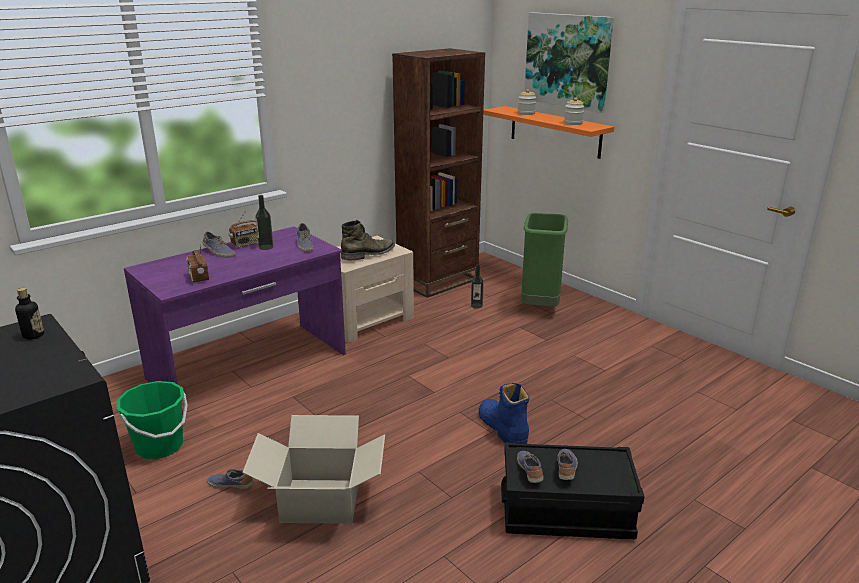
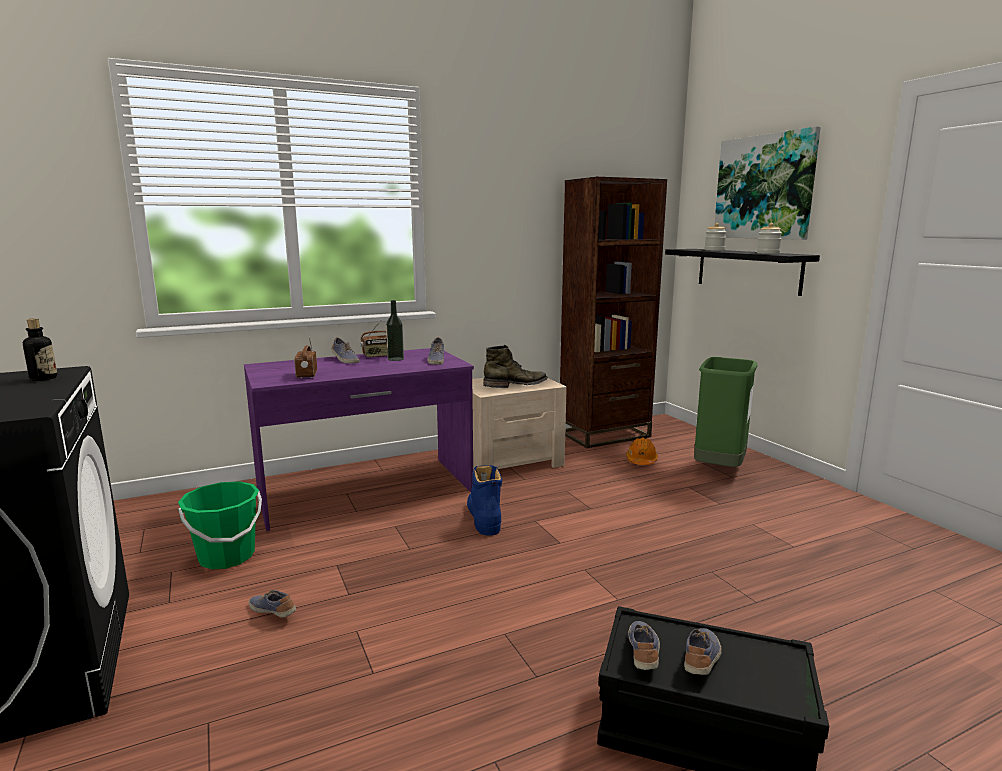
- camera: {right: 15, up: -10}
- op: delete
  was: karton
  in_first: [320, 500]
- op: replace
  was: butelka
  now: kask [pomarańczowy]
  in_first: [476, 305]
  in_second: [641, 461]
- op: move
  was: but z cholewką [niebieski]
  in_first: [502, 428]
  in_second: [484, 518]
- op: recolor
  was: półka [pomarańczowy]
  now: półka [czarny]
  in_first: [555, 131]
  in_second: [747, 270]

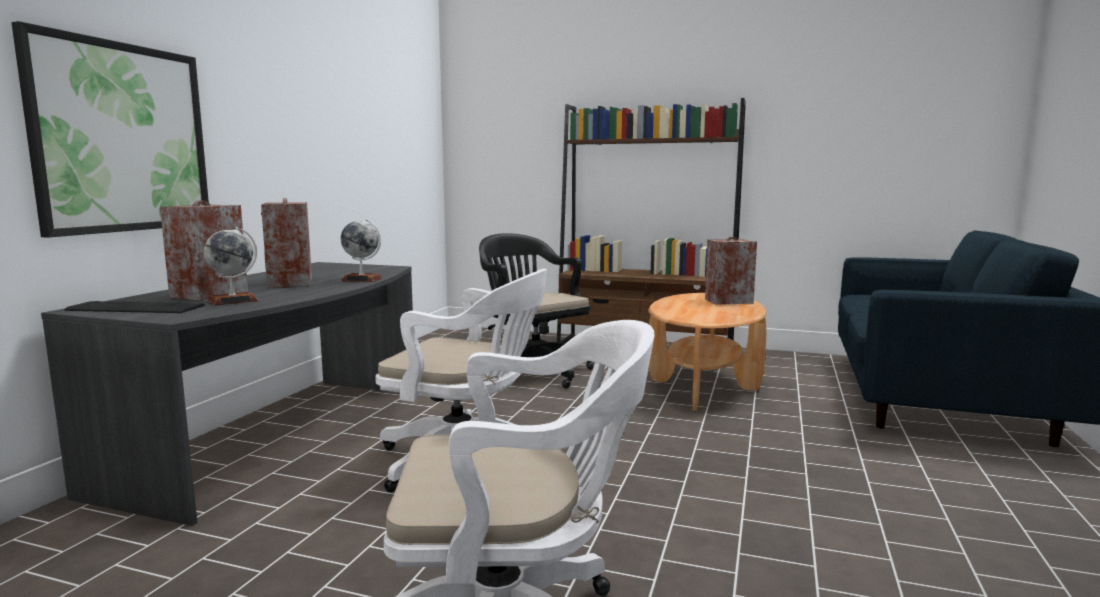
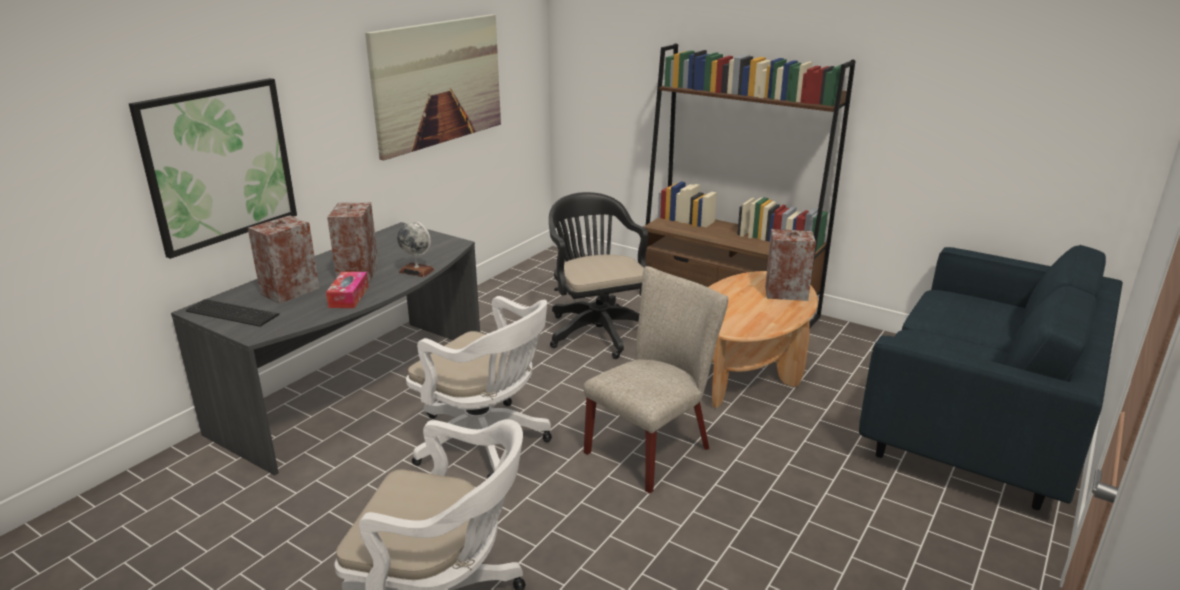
- camera: {right: 15, up: 15}
- op: delete
  was: globus
  in_first: [233, 301]
- op: insert
  now: pudełko chusteczek
  in_second: [349, 297]
- op: insert
  now: obraz
  in_second: [438, 83]
- op: insert
  now: krzesło [beżowy]
  in_second: [654, 447]

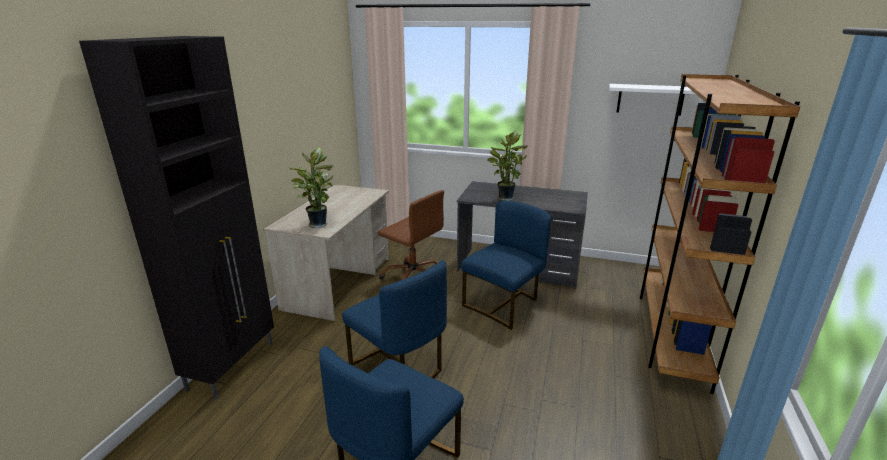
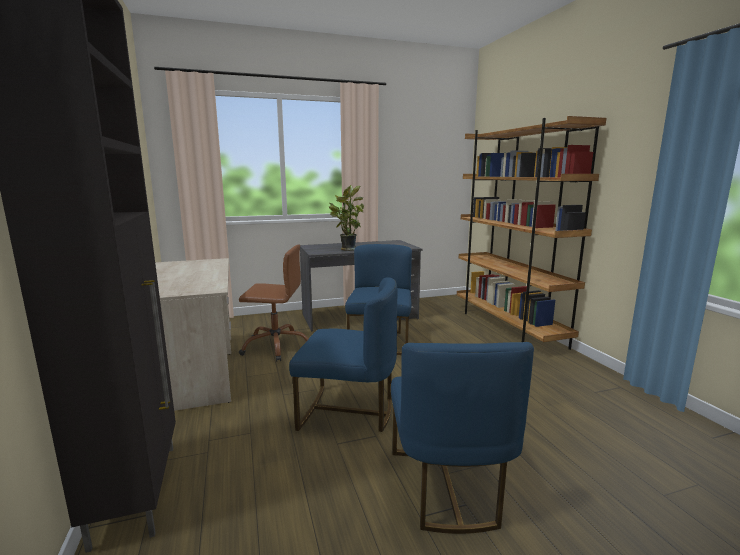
- camera: {right: -35, up: -10}
- op: delete
  was: roślina doniczkowa
  in_first: [317, 224]
- op: delete
  was: półka [biały]
  in_first: [650, 99]

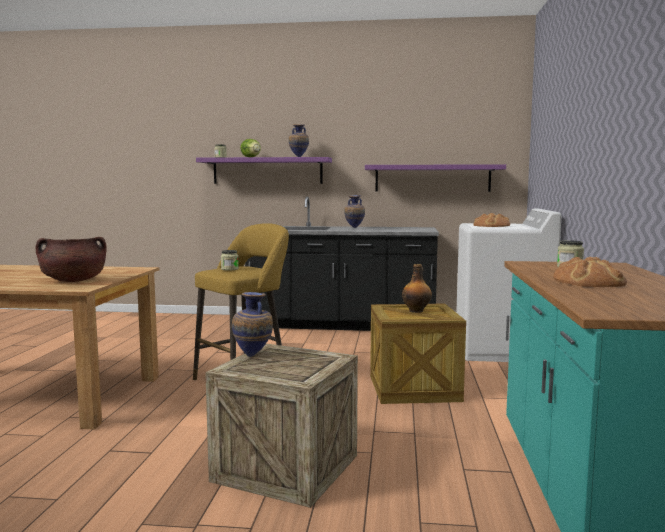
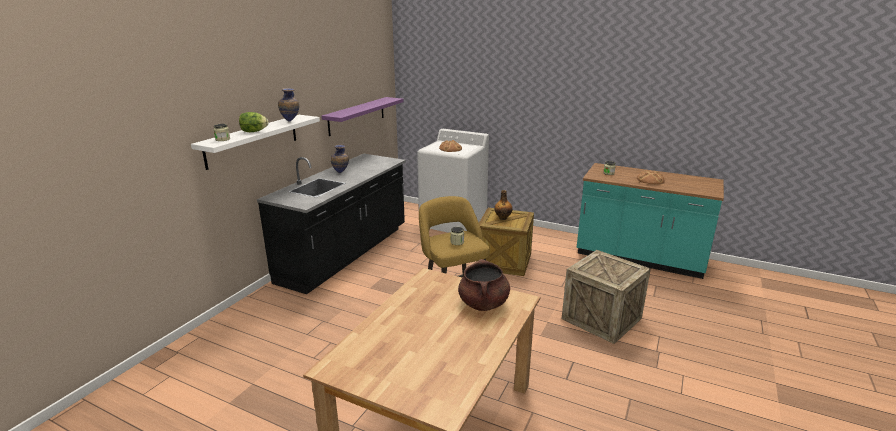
- camera: {right: -70, up: 15}
- op: recolor
  was: półka [fioletowy]
  now: półka [biały]
  in_first: [267, 171]
  in_second: [253, 140]
- op: delete
  was: wazon
  in_first: [253, 356]

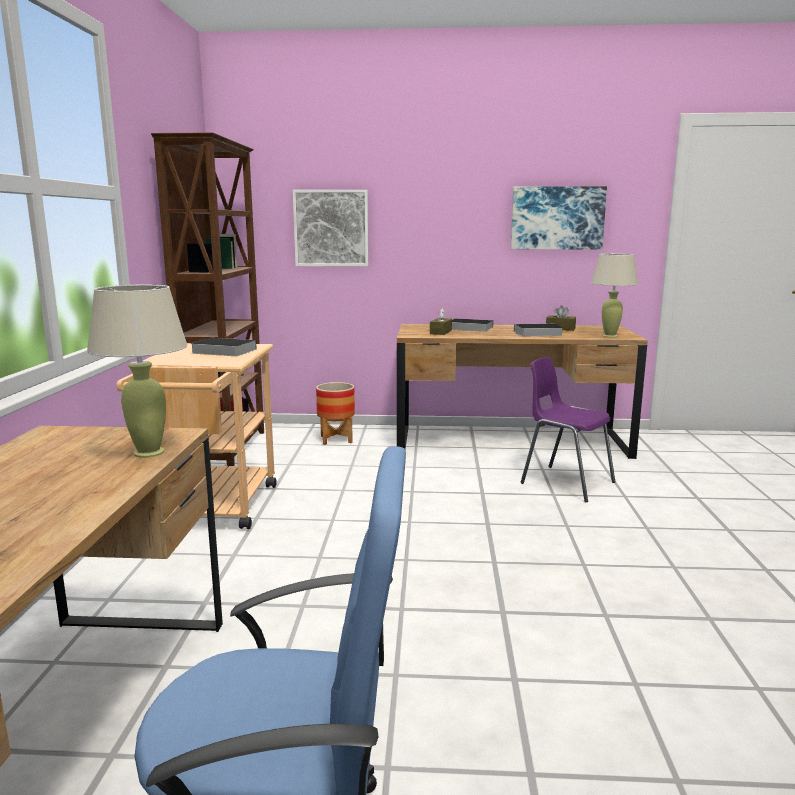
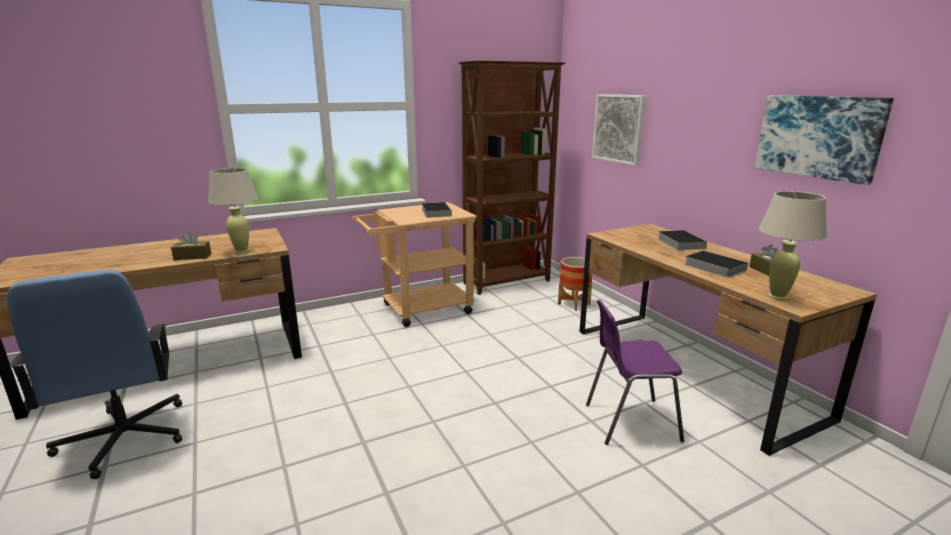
- camera: {right: 60, up: 5}
- op: move
  was: pudełko chusteczek [brązowy]
  in_first: [440, 332]
  in_second: [192, 256]
- op: rotate
  was: krzesło [fioletowy]
  in_first: [565, 482]
  in_second: [629, 421]
  clockwise: -105

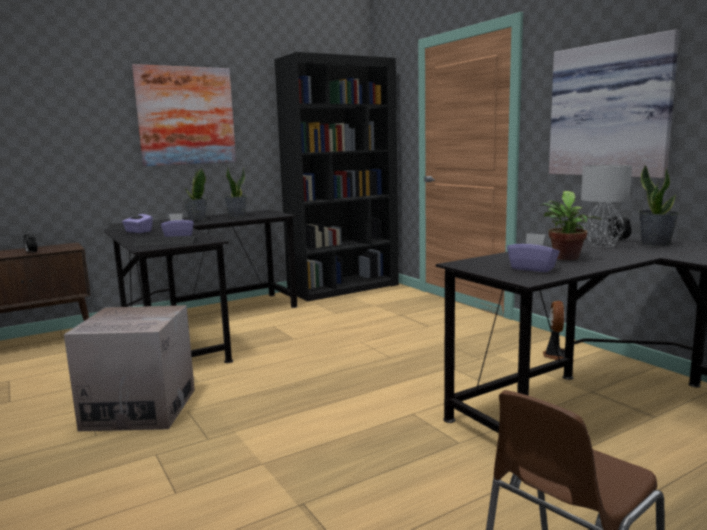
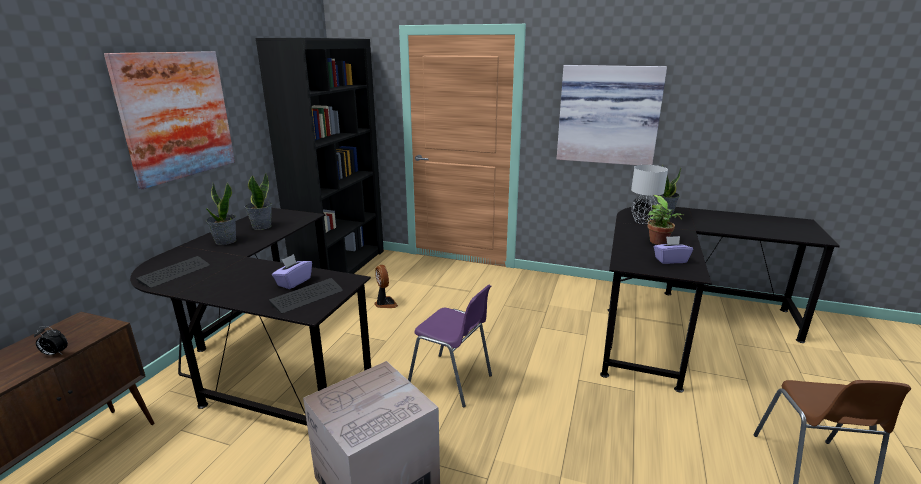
- camera: {right: -40, up: 10}
- op: delete
  was: pudełko chusteczek [fioletowy]
  in_first: [138, 232]
- op: move
  was: wentylator
  in_first: [557, 356]
  in_second: [385, 304]
- op: insert
  now: krzesło [fioletowy]
  in_second: [452, 381]

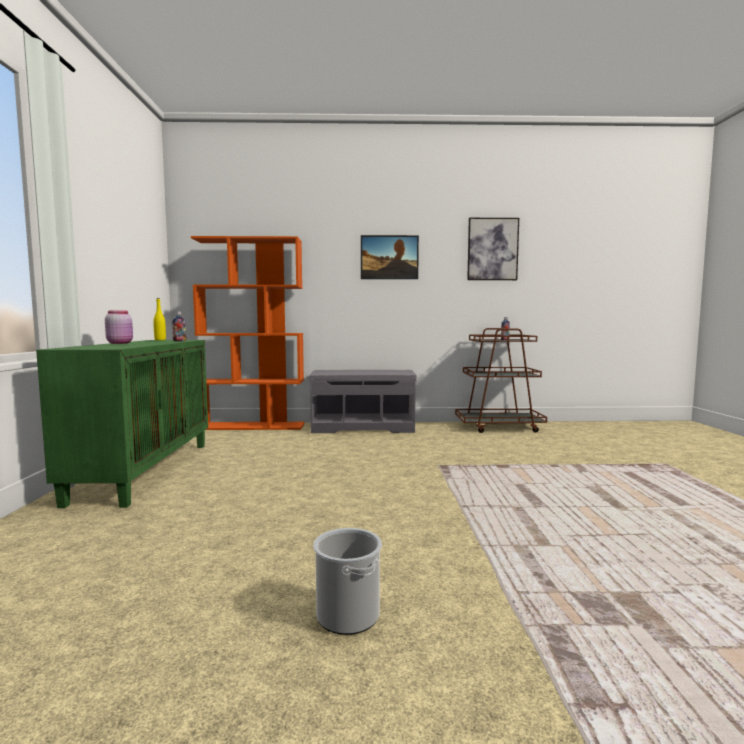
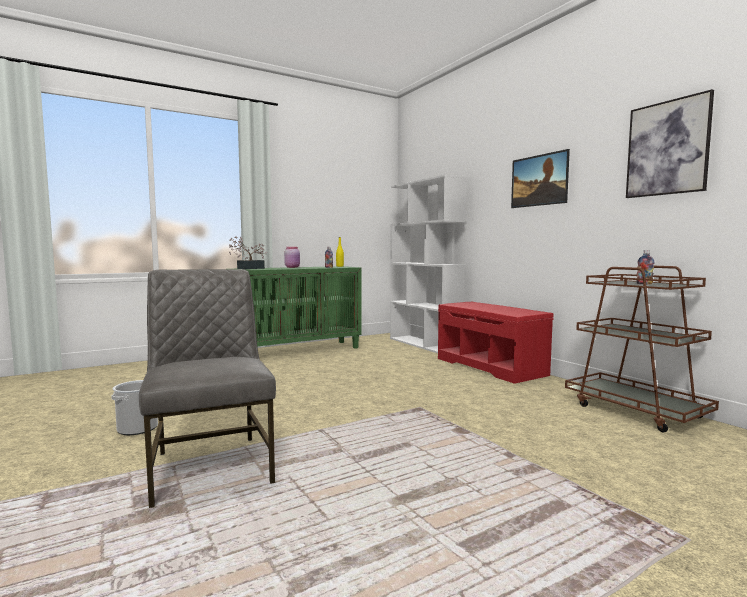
- camera: {right: 60, up: 0}
- op: recolor
  was: regał [pomarańczowy]
  now: regał [biały]
  in_first: [254, 426]
  in_second: [424, 344]
- op: recolor
  was: ławka [szary]
  now: ławka [czerwony]
  in_first: [363, 427]
  in_second: [491, 366]
- op: insert
  now: krzesło [szary]
  in_second: [211, 466]
- op: insert
  now: roślina doniczkowa
  in_second: [247, 268]

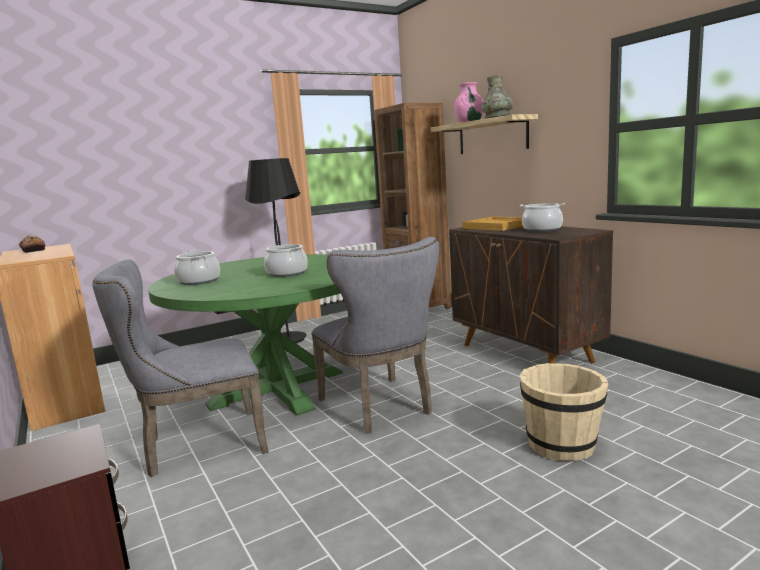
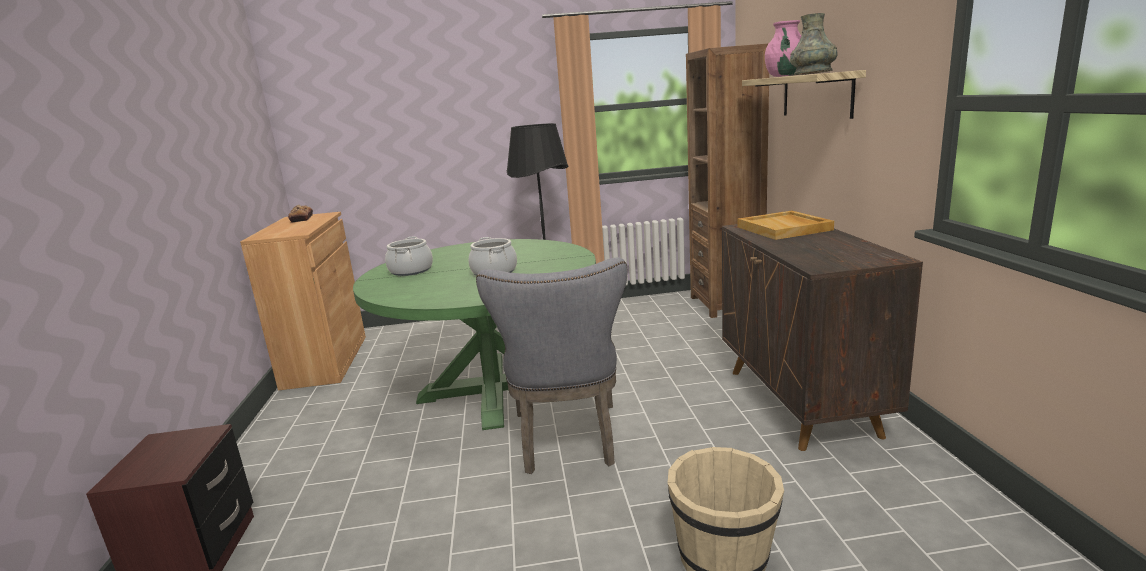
- camera: {right: 25, up: 5}
- op: delete
  was: krzesło [szary]
  in_first: [196, 446]
- op: delete
  was: garnek
  in_first: [542, 229]

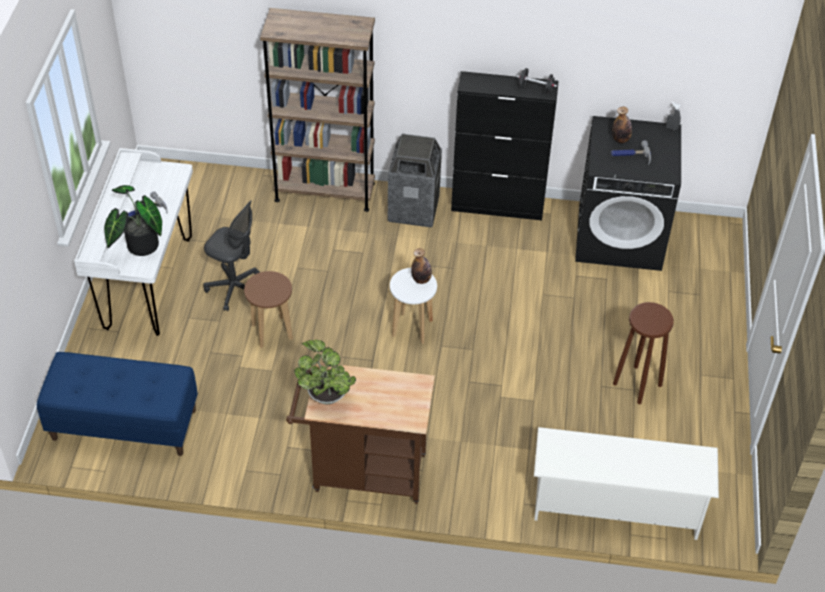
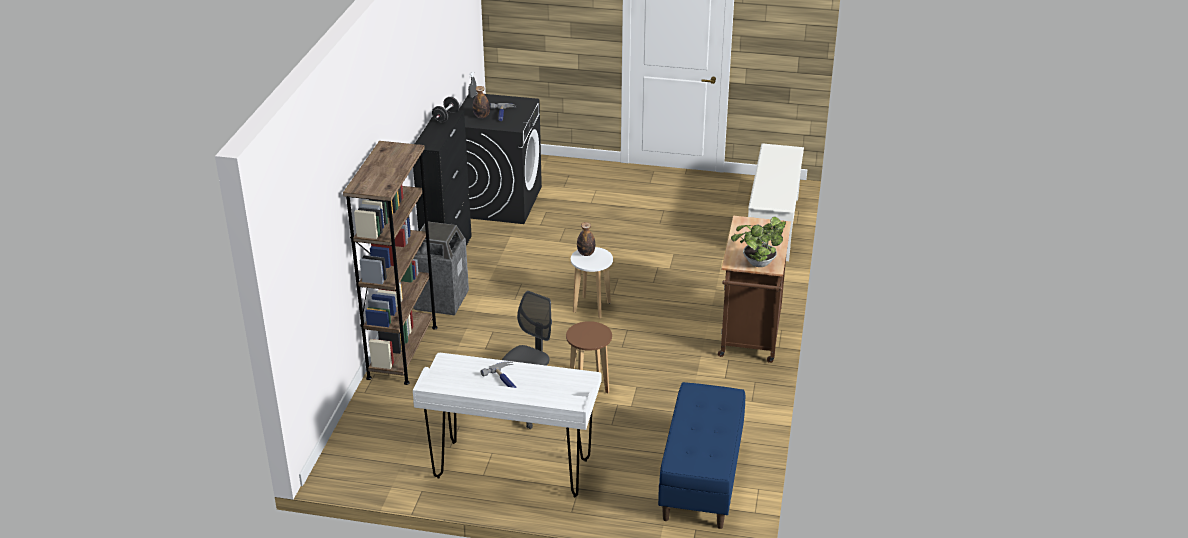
- camera: {right: -85, up: -15}
- op: delete
  was: roślina doniczkowa
  in_first: [139, 246]
- op: delete
  was: stołek [brązowy]
  in_first: [637, 384]

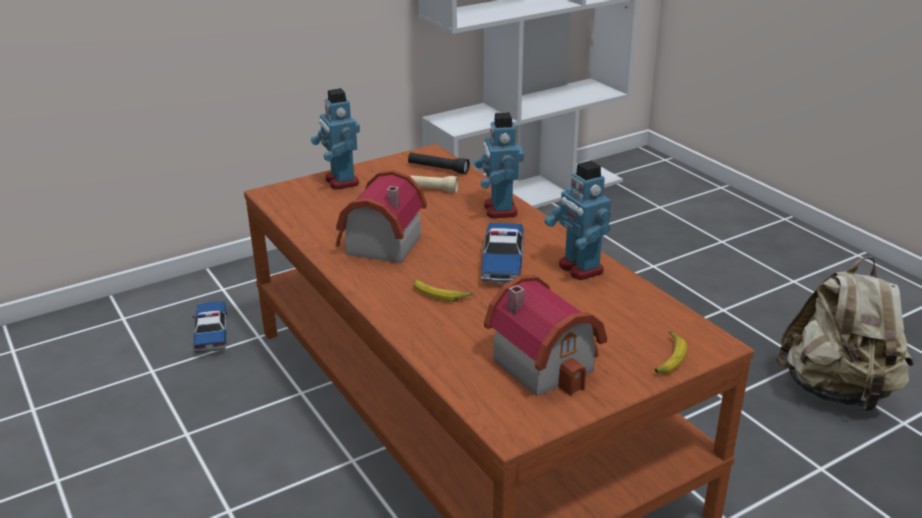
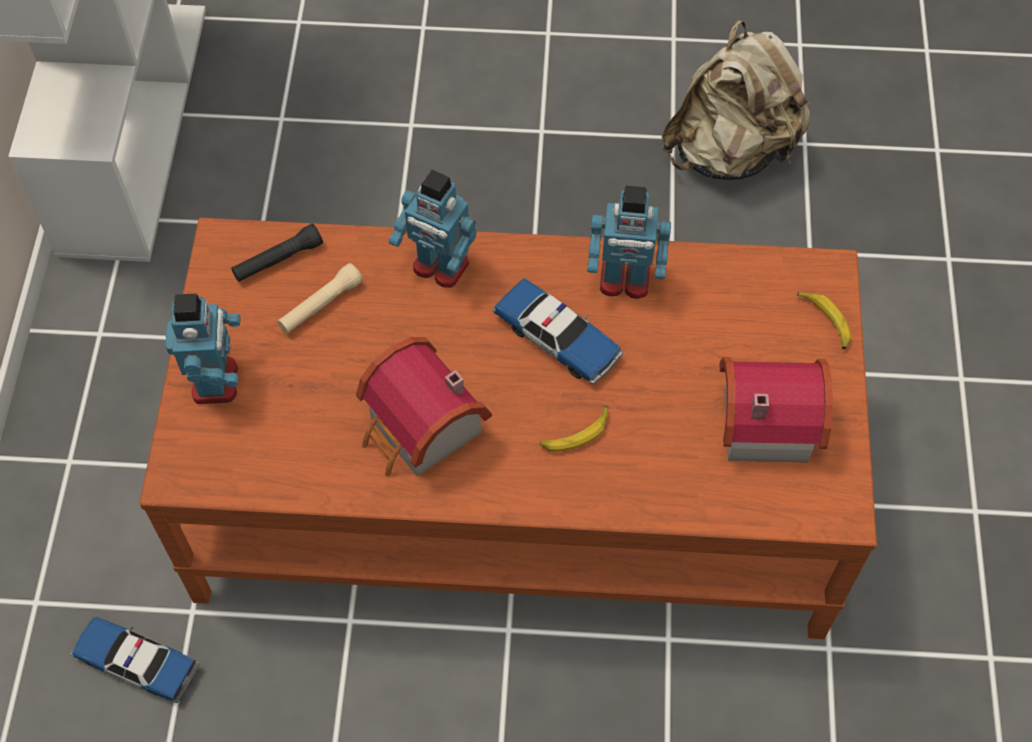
- camera: {right: -55, up: 30}
- op: rotate
  was: robot zabawkowy
  in_first: [341, 181]
  in_second: [216, 381]
  clockwise: -105

